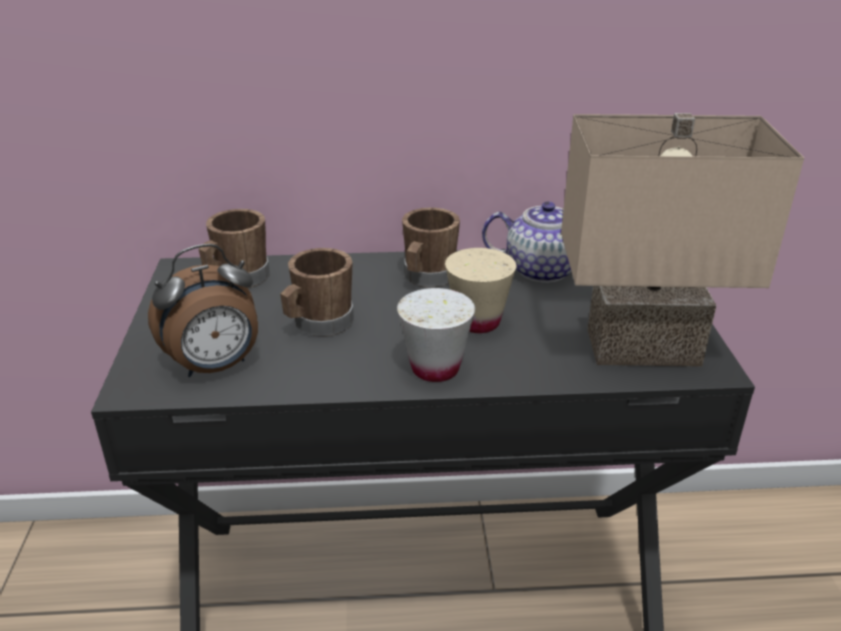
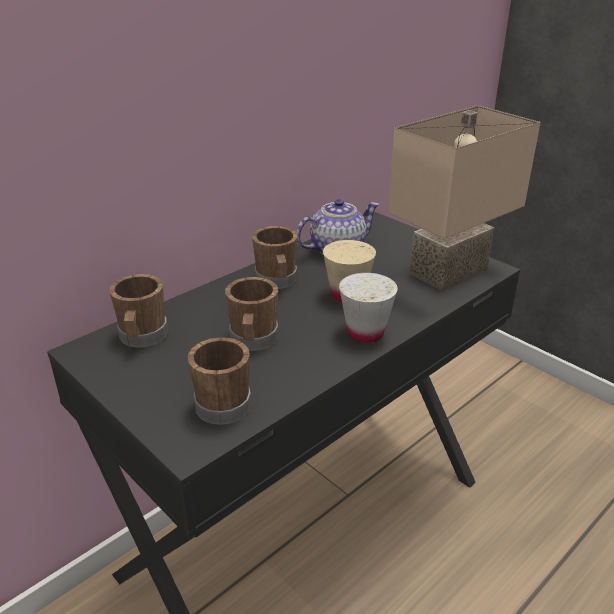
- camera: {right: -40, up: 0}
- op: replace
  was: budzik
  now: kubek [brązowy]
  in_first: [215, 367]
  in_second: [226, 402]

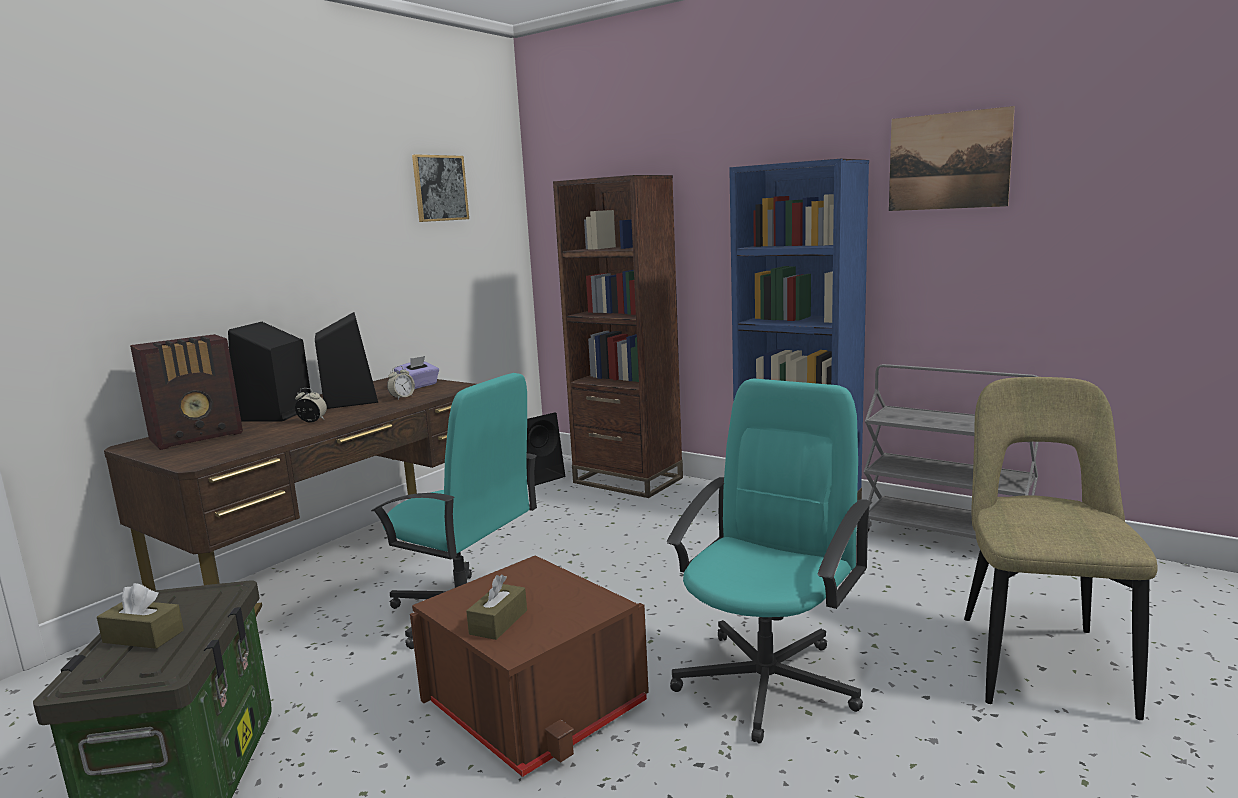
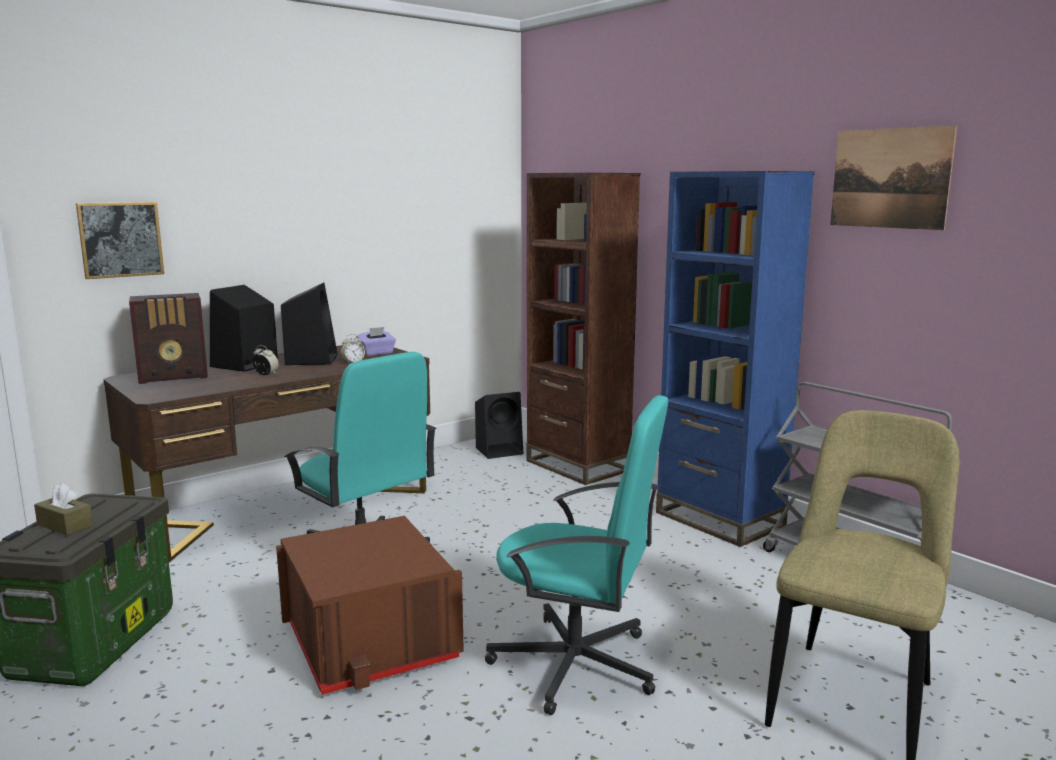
- camera: {right: 15, up: 0}
- op: move
  was: obraz
  in_first: [440, 188]
  in_second: [120, 239]
- op: delete
  was: pudełko chusteczek [brązowy]
  in_first: [498, 622]
- op: rotate
  was: krzesło biurowe [turkusowy]
  in_first: [768, 681]
  in_second: [577, 665]
  clockwise: 60

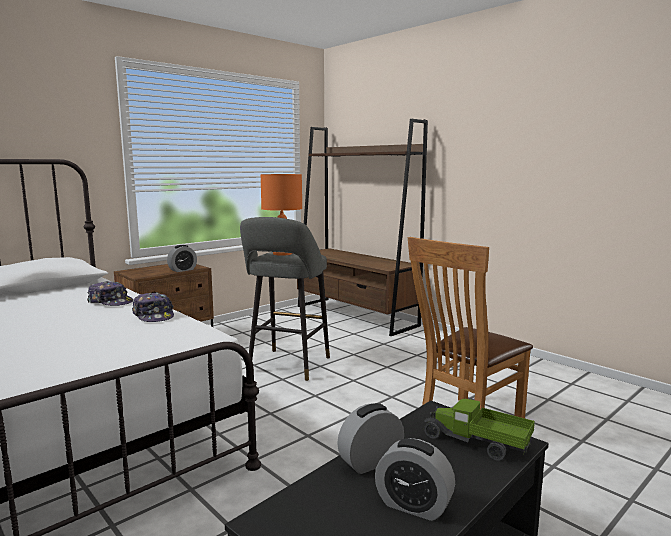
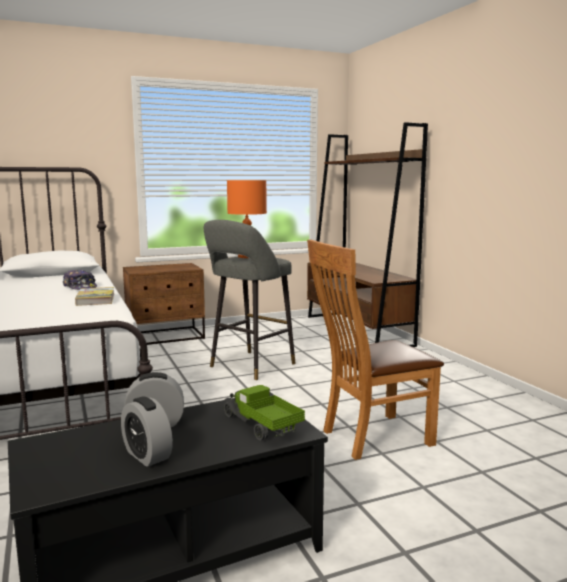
- camera: {right: 20, up: 0}
- op: replace
  was: czapka z daszkiem
  now: książka
  in_first: [154, 316]
  in_second: [95, 299]
- op: delete
  was: budzik
  in_first: [182, 270]

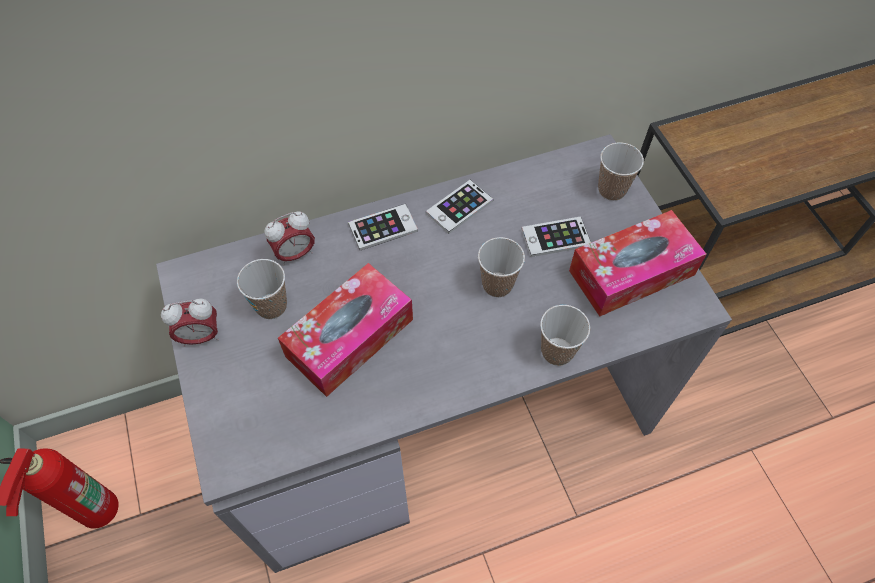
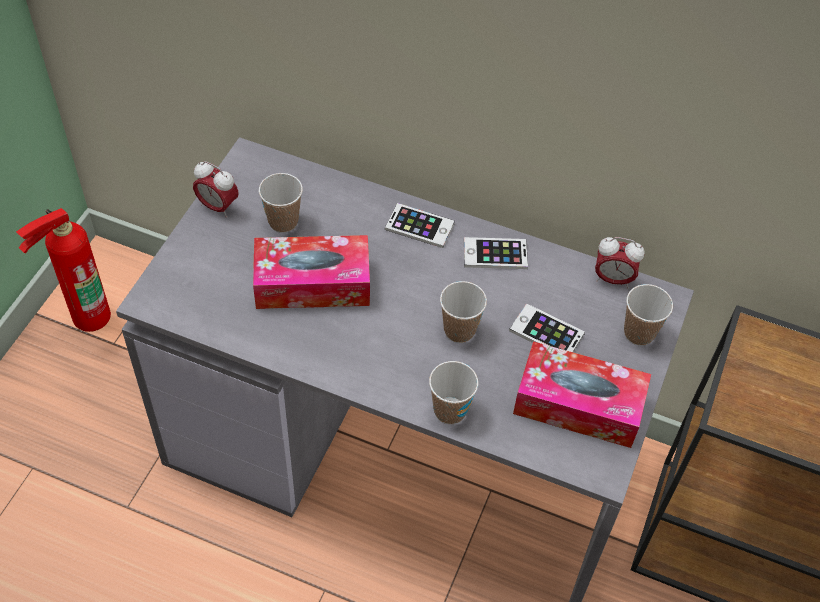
- camera: {right: 40, up: -5}
- op: move
  was: budzik
  in_first: [295, 254]
  in_second: [612, 279]

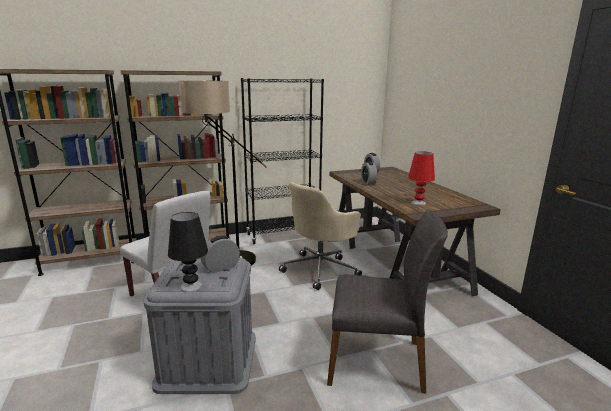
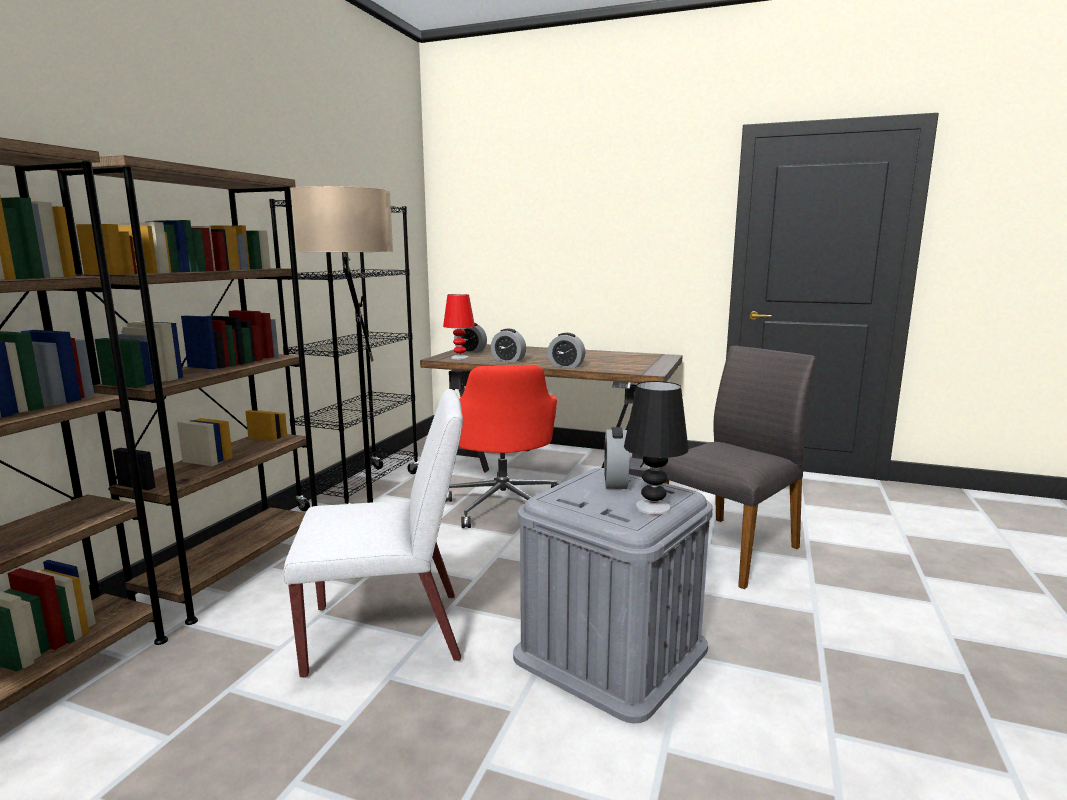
- camera: {right: -50, up: -5}
- op: recolor
  was: krzesło biurowe [beżowy]
  now: krzesło biurowe [czerwony]
  in_first: [321, 269]
  in_second: [504, 504]
- op: move
  was: lampa stołowa [czerwony]
  in_first: [418, 203]
  in_second: [459, 357]
- op: insert
  now: budzik
  in_second: [566, 366]

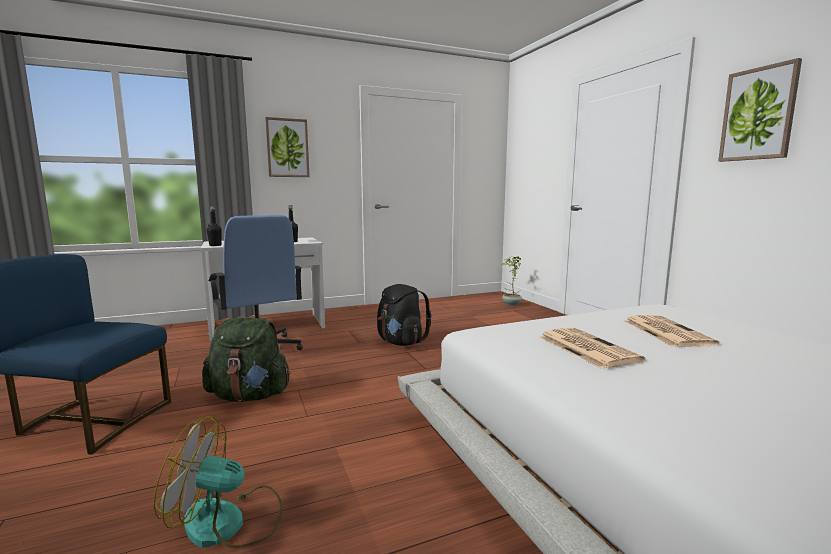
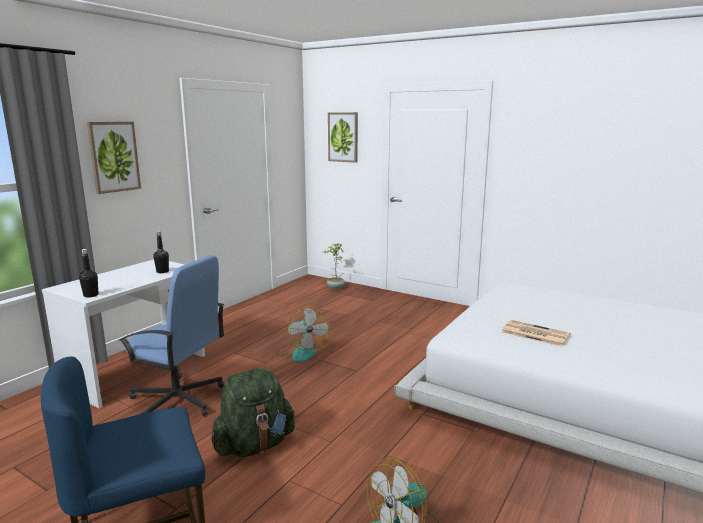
- camera: {right: -35, up: 5}
- op: replace
  was: plecak [czarny]
  now: wentylator
  in_first: [401, 342]
  in_second: [301, 352]
- op: delete
  was: gazeta
  in_first: [665, 331]
- op: move
  was: obraz
  in_first: [758, 114]
  in_second: [343, 137]

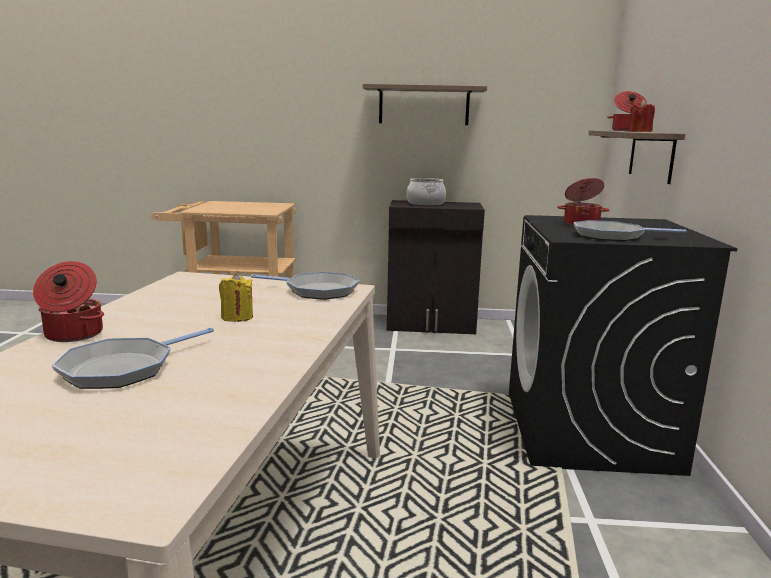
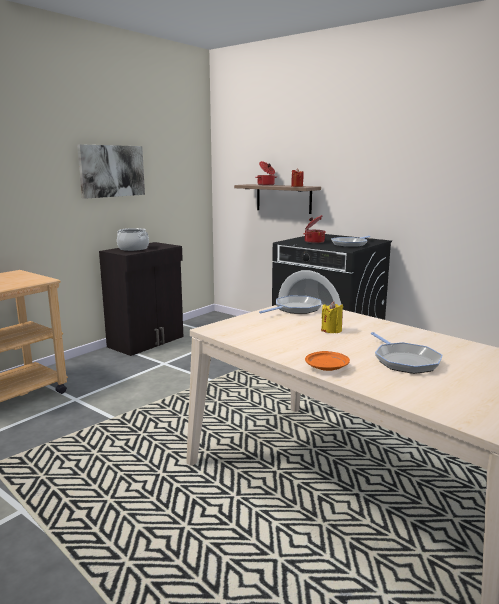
- camera: {right: -55, up: 0}
- op: replace
  was: garnek
  now: talerz [pomarańczowy]
  in_first: [72, 335]
  in_second: [327, 367]
- op: replace
  was: półka
  now: obraz
  in_first: [424, 105]
  in_second: [112, 171]

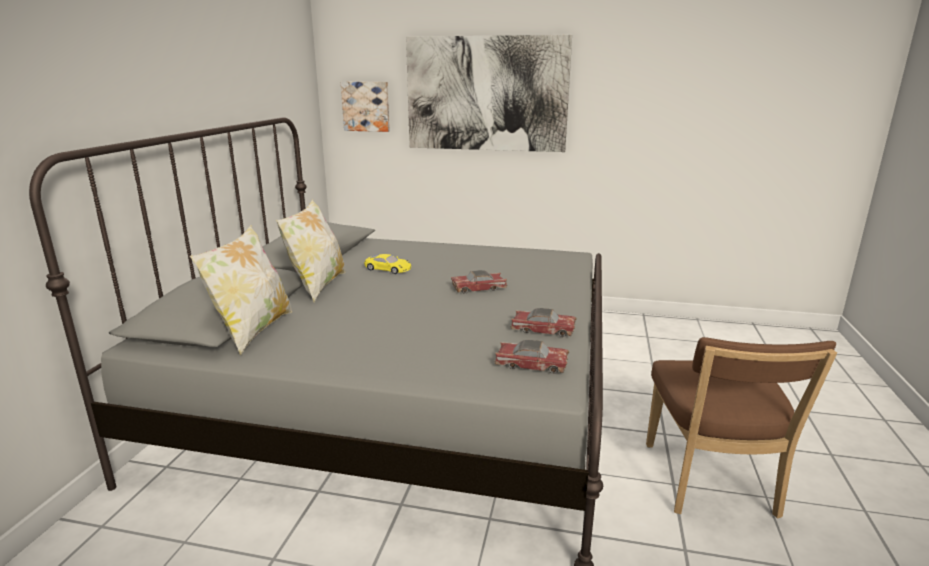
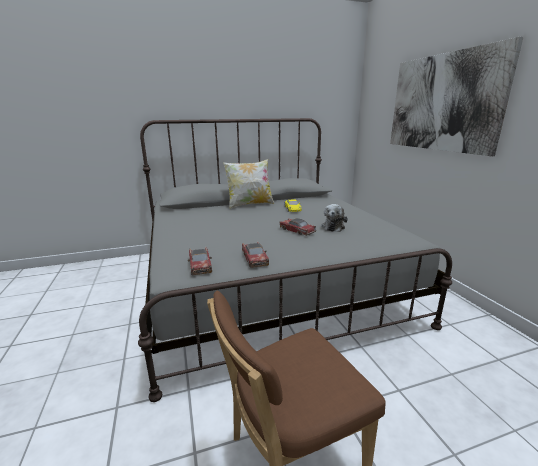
- camera: {right: 60, up: 0}
- op: delete
  was: poduszka
  in_first: [253, 331]
- op: delete
  was: obraz
  in_first: [366, 106]
- op: insert
  now: pluszak
  in_second: [333, 227]

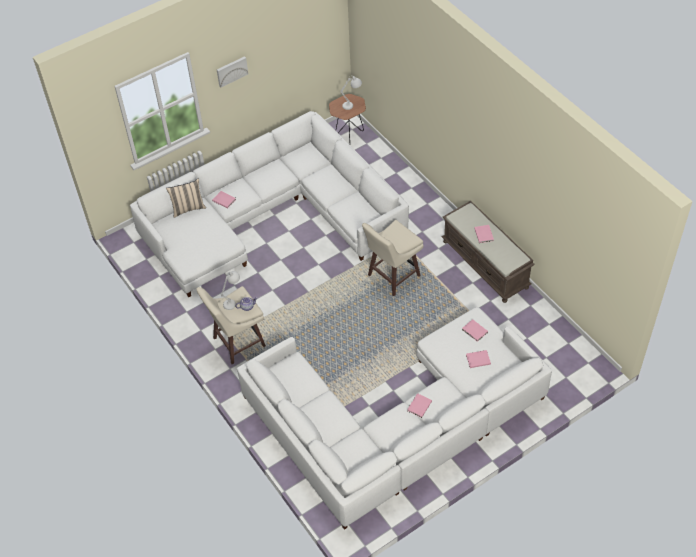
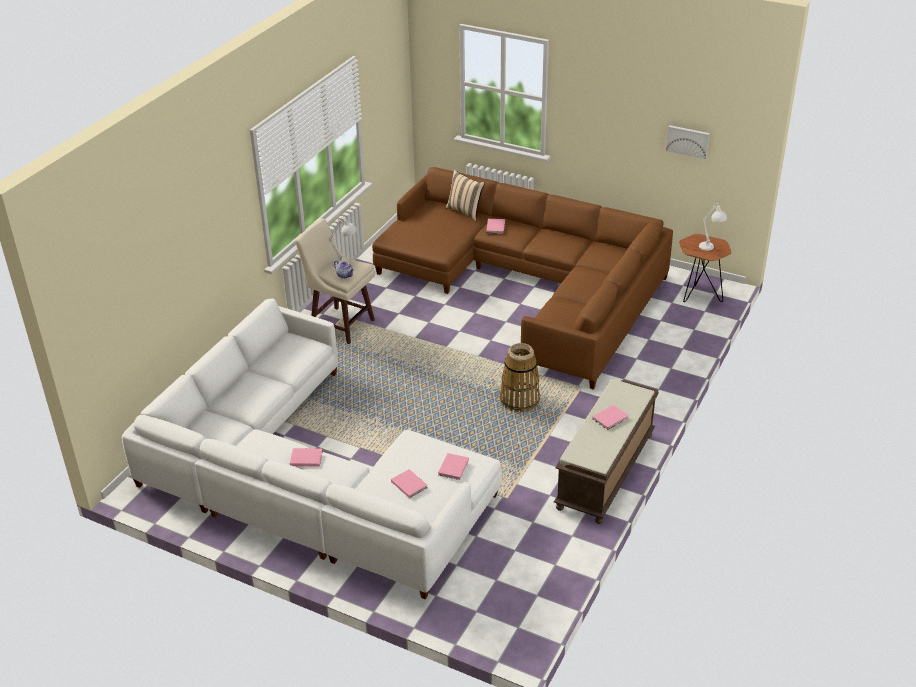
- camera: {right: 60, up: -15}
- op: recolor
  was: kanapa [biały]
  now: kanapa [brązowy]
  in_first: [271, 216]
  in_second: [529, 285]
- op: move
  was: obraz
  in_first: [231, 71]
  in_second: [688, 141]
- op: replace
  was: stołek [beżowy]
  now: koszyk
  in_first: [392, 276]
  in_second: [519, 400]

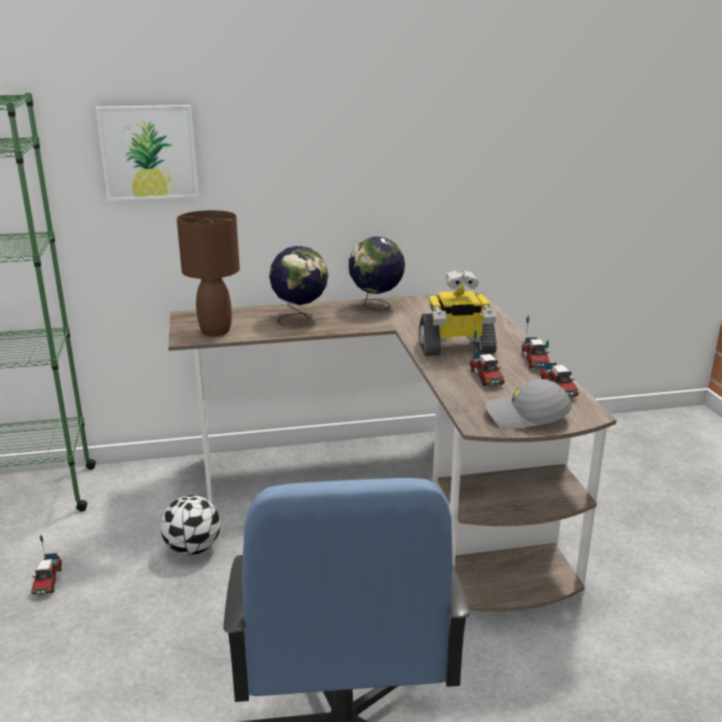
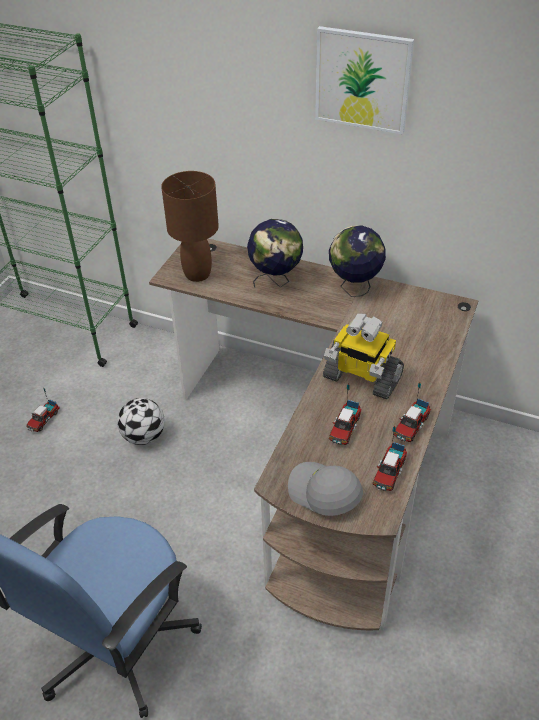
- camera: {right: 35, up: 20}
- op: move
  was: obraz
  in_first: [149, 152]
  in_second: [362, 80]

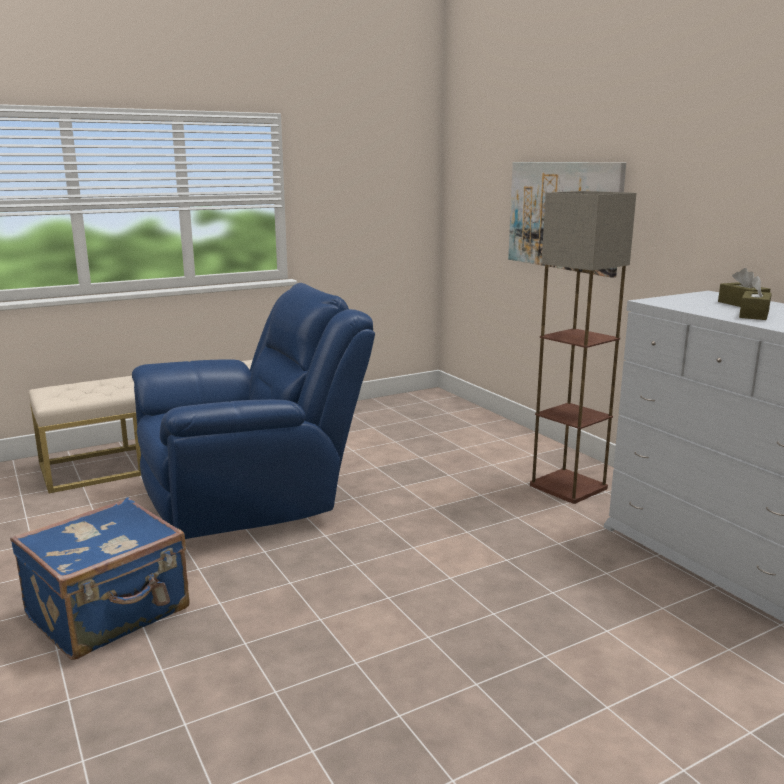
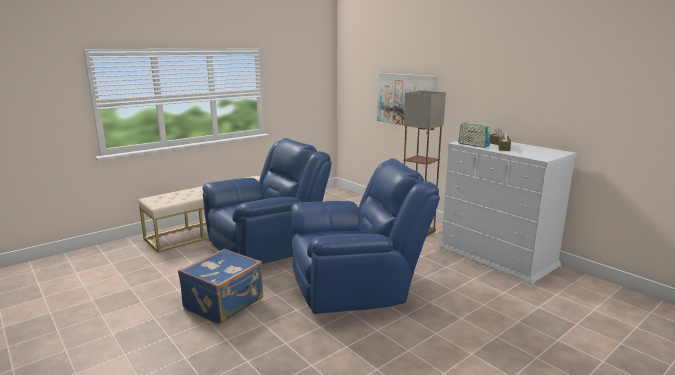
- camera: {right: -10, up: 0}
- op: insert
  now: fotel [niebieski]
  in_second: [356, 288]
- op: insert
  now: radio
  in_second: [473, 145]

